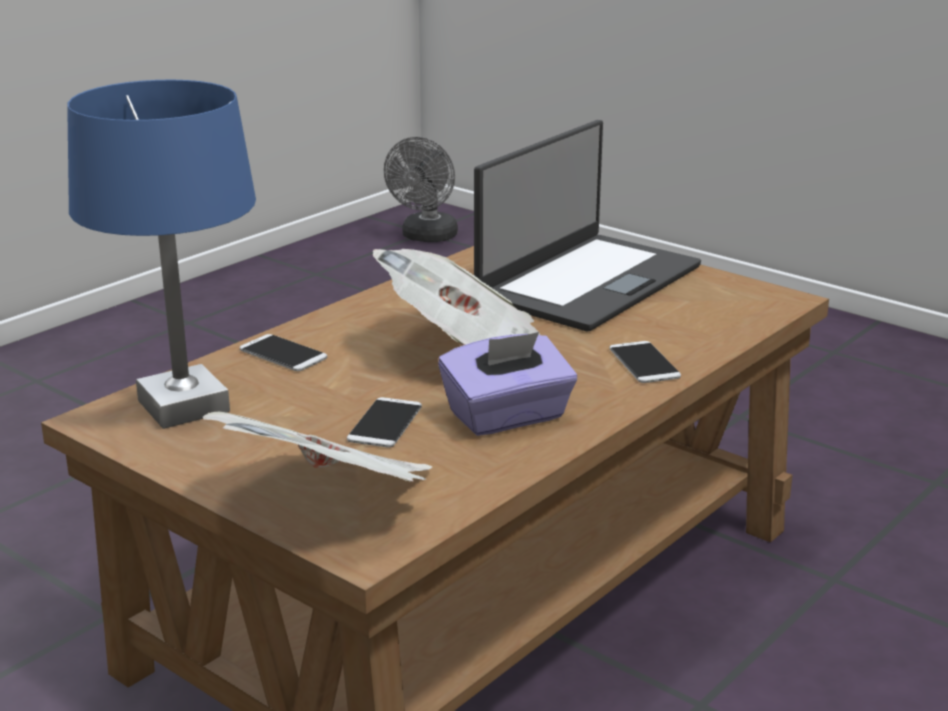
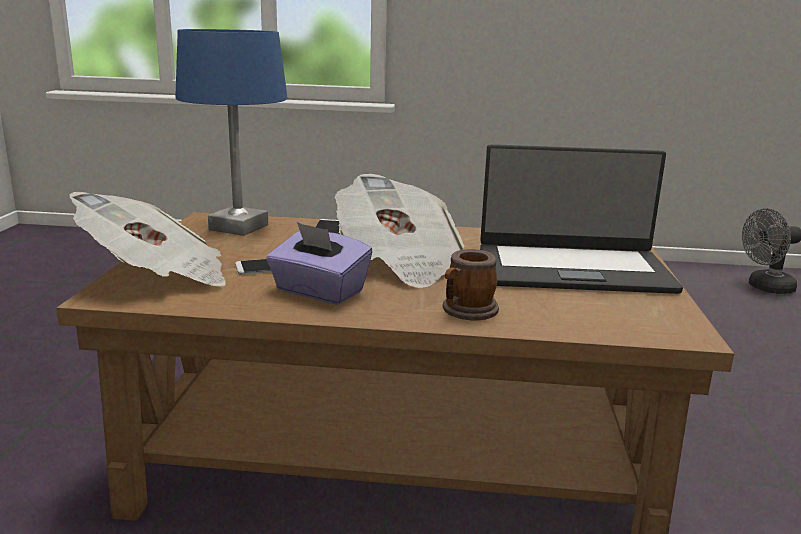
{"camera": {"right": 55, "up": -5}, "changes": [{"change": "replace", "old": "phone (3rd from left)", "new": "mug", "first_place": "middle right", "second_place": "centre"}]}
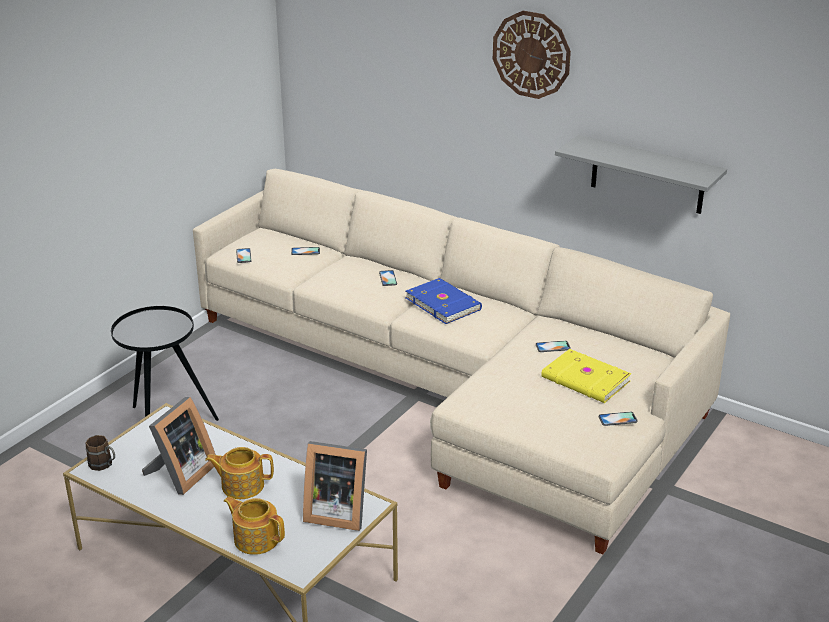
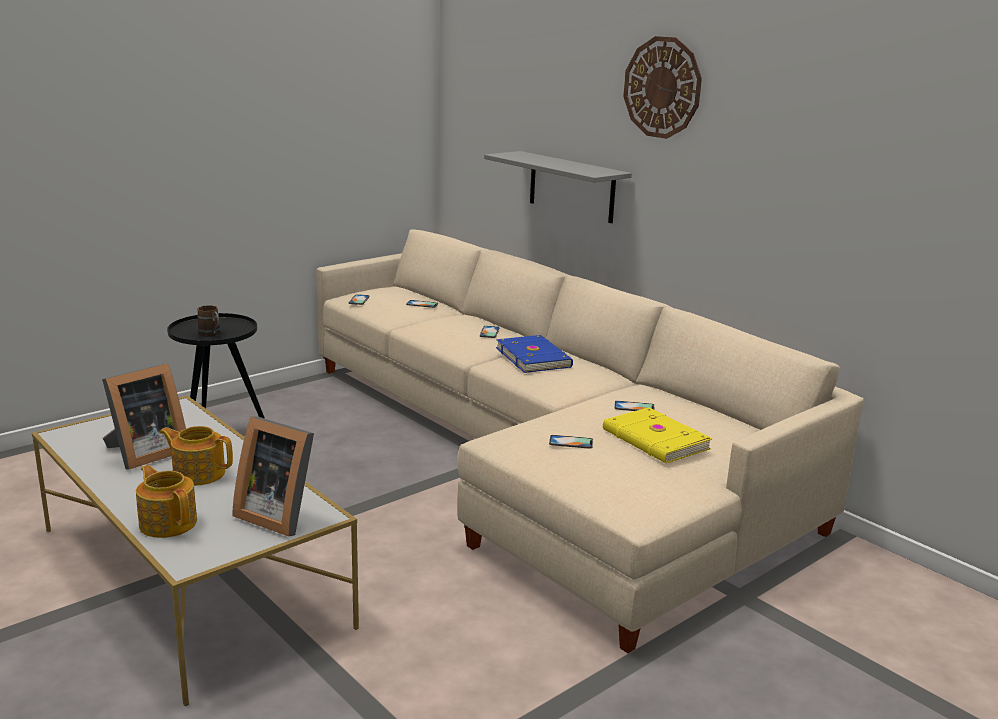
{"camera": {"right": 15, "up": -10}, "changes": [{"change": "move", "old": "mug (brown)", "first_place": "bottom left", "second_place": "middle left"}, {"change": "move", "old": "shelf (grey)", "first_place": "top right", "second_place": "top centre"}, {"change": "move", "old": "phone (5th from left in the first image)", "new": "phone (4th from left)", "first_place": "bottom right", "second_place": "centre"}]}
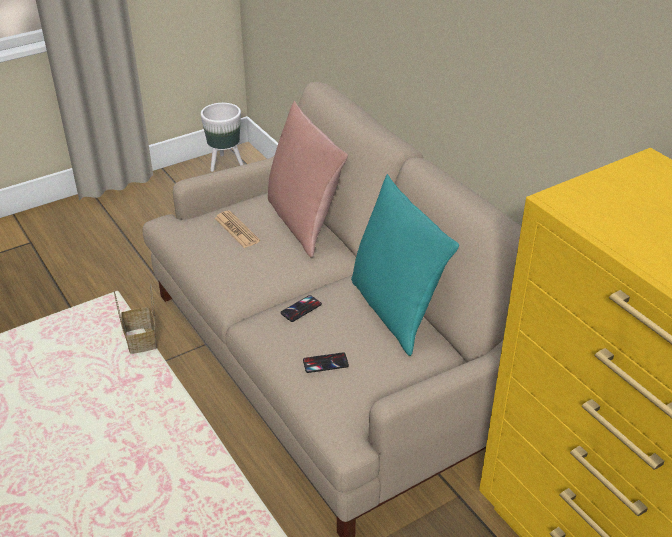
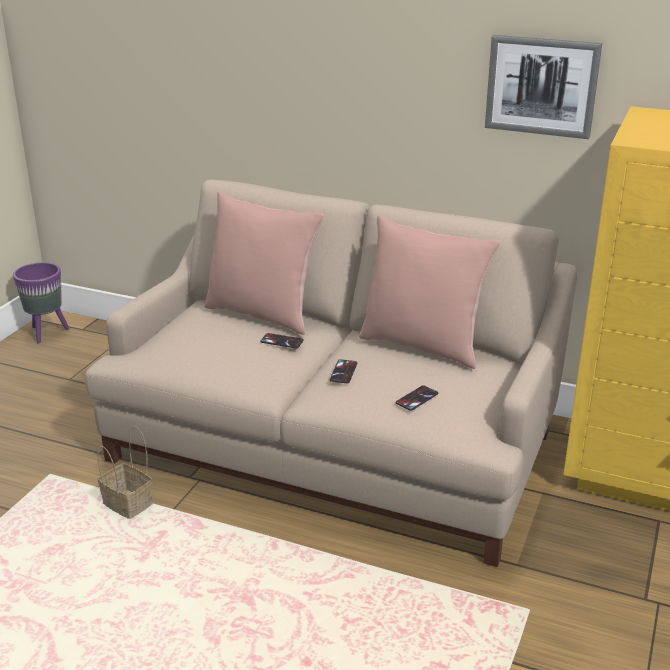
{"camera": {"right": -35, "up": -10}, "changes": [{"change": "delete", "old": "newspaper", "first_place": "centre"}, {"change": "insert", "new": "phone (1st from left)", "second_place": "centre"}, {"change": "insert", "new": "picture", "second_place": "top right"}, {"change": "recolor", "old": "planter (white)", "new": "planter (purple)", "first_place": "top left", "second_place": "middle left"}, {"change": "recolor", "old": "pillow (turquoise)", "new": "pillow (pink) (2nd from left)", "first_place": "centre", "second_place": "centre"}]}
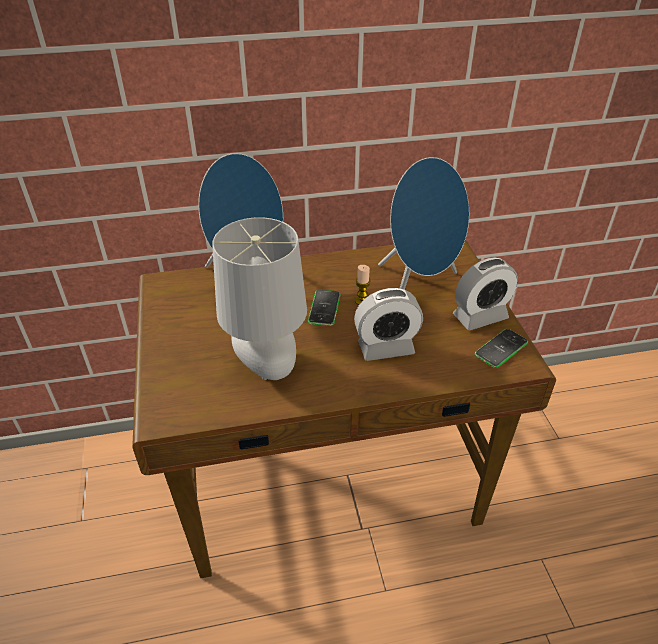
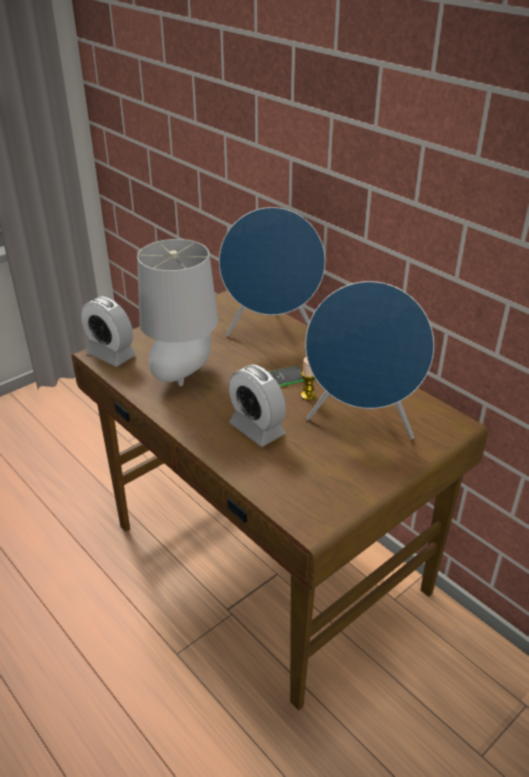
{"camera": {"right": 60, "up": -5}, "changes": [{"change": "delete", "old": "phone (2nd from left)", "first_place": "middle right"}, {"change": "move", "old": "alarm clock (2nd from left in the first image)", "new": "alarm clock (1st from left)", "first_place": "middle right", "second_place": "middle left"}]}
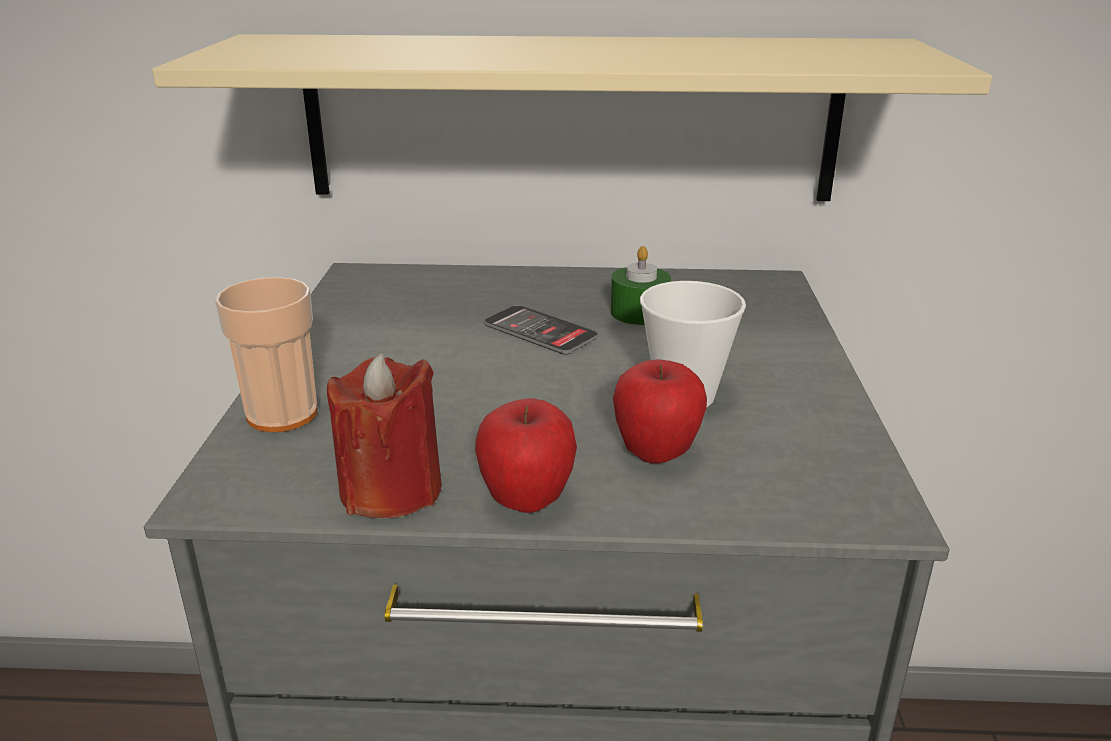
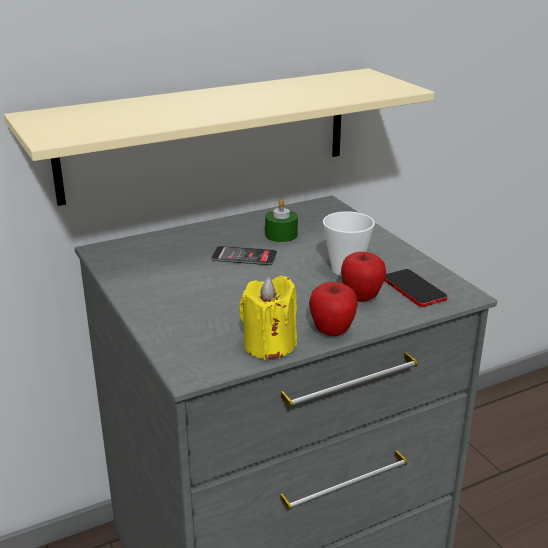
{"camera": {"right": -30, "up": 0}, "changes": [{"change": "delete", "old": "cup (1st from left)", "first_place": "middle left"}, {"change": "insert", "new": "phone (2nd from left)", "second_place": "middle right"}, {"change": "recolor", "old": "candle (red)", "new": "candle (yellow)", "first_place": "centre", "second_place": "centre"}]}
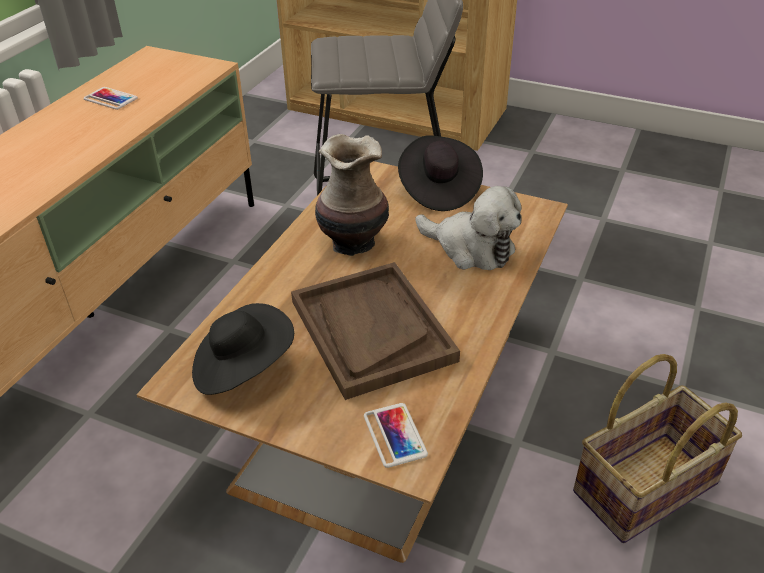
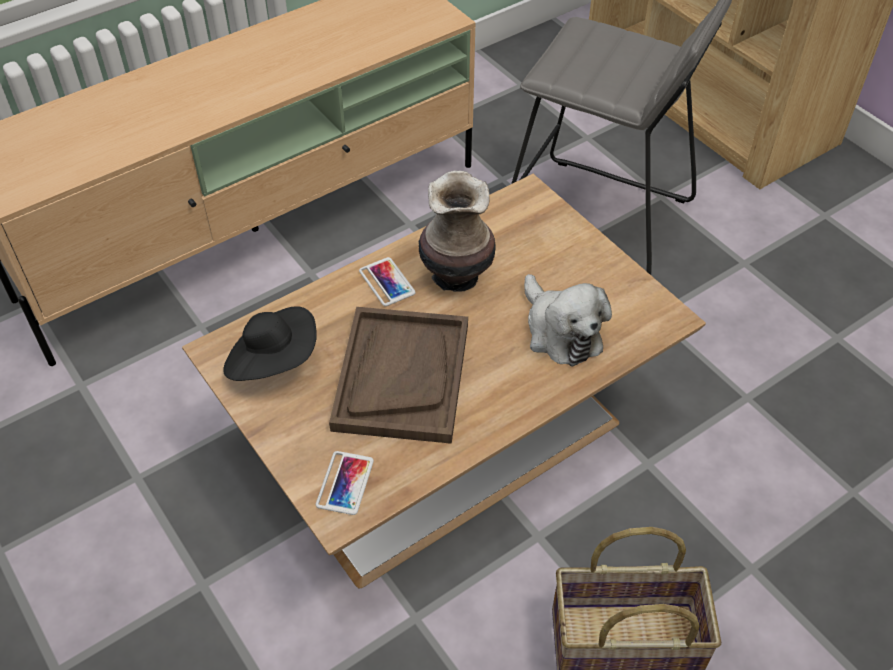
{"camera": {"right": 30, "up": 10}, "changes": [{"change": "delete", "old": "hat (black) (2nd from left)", "first_place": "top centre"}, {"change": "move", "old": "phone (1st from left in the first image)", "new": "phone (2nd from left)", "first_place": "top left", "second_place": "centre"}]}
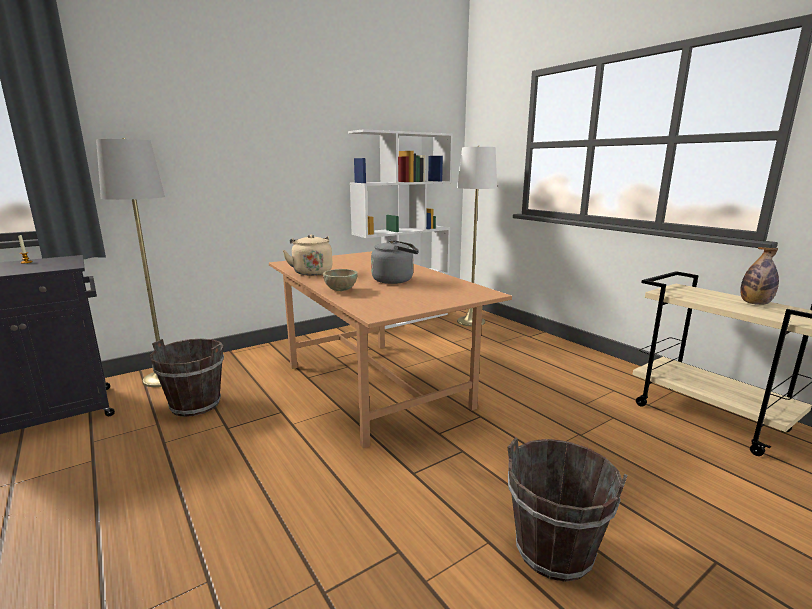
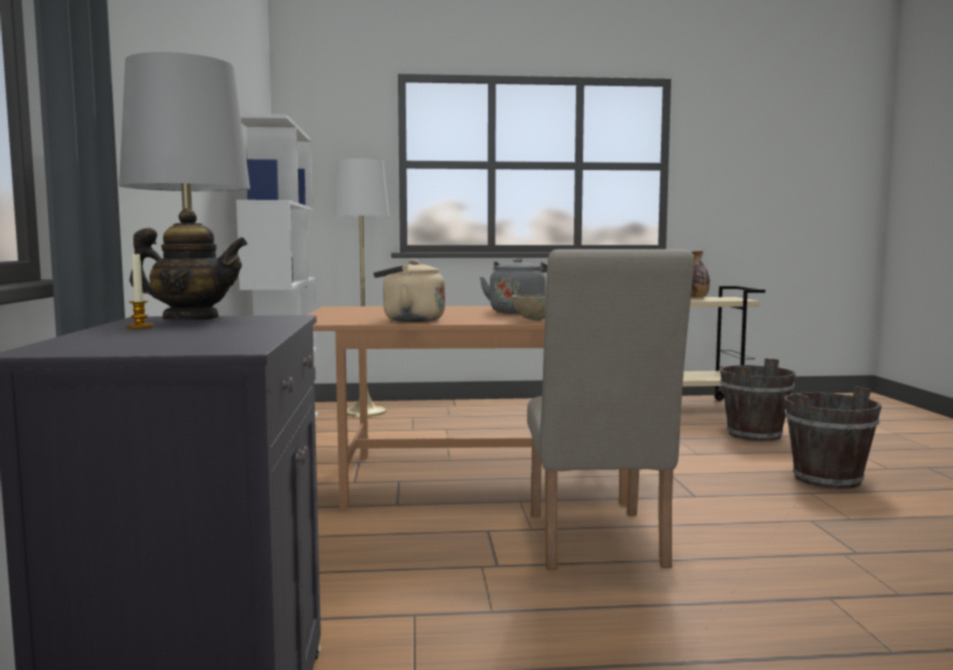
{"camera": {"right": -60, "up": -10}, "changes": [{"change": "insert", "new": "teapot", "second_place": "middle left"}, {"change": "insert", "new": "chair (beige)", "second_place": "centre"}, {"change": "move", "old": "bucket (brown) (1st from left)", "first_place": "middle left", "second_place": "middle right"}]}
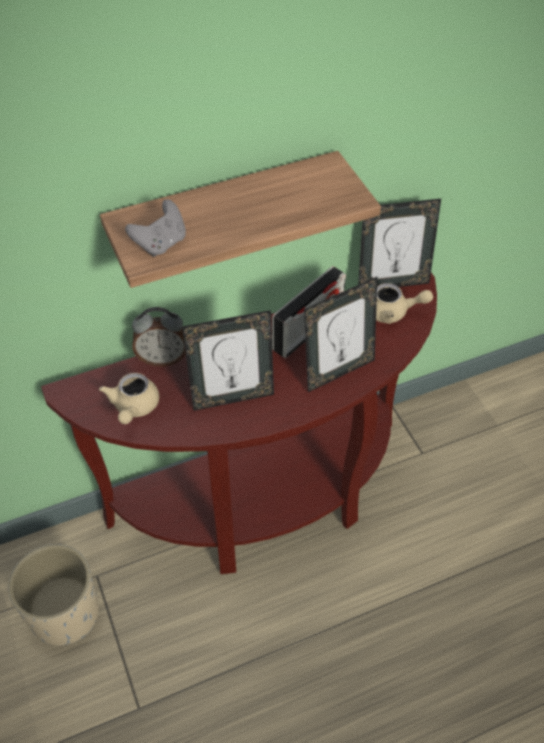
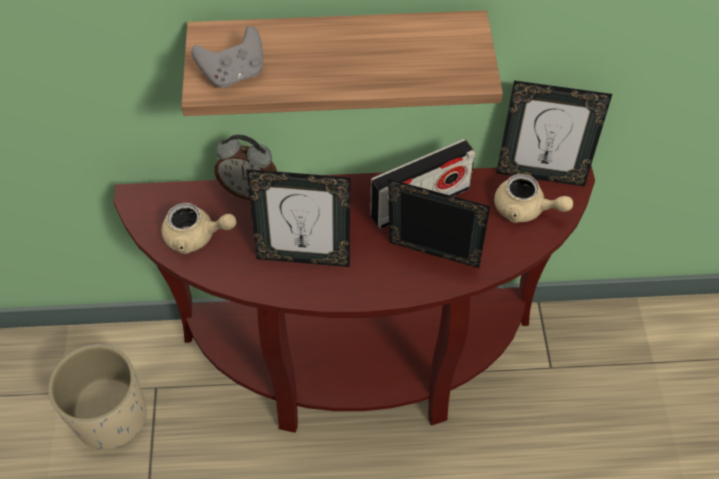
{"camera": {"right": 20, "up": 5}, "changes": [{"change": "rotate", "old": "teapot (beige) (1st from left)", "first_place": "middle left", "second_place": "middle left", "degrees": -105}, {"change": "rotate", "old": "picture frame (2nd from left)", "first_place": "centre", "second_place": "centre", "degrees": -150}]}
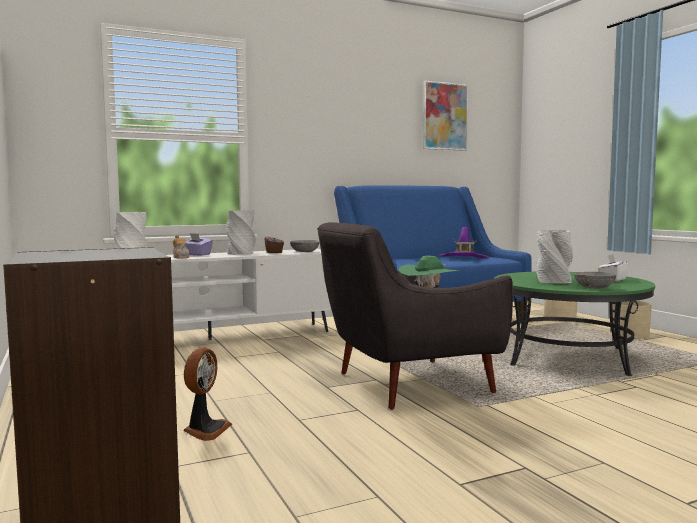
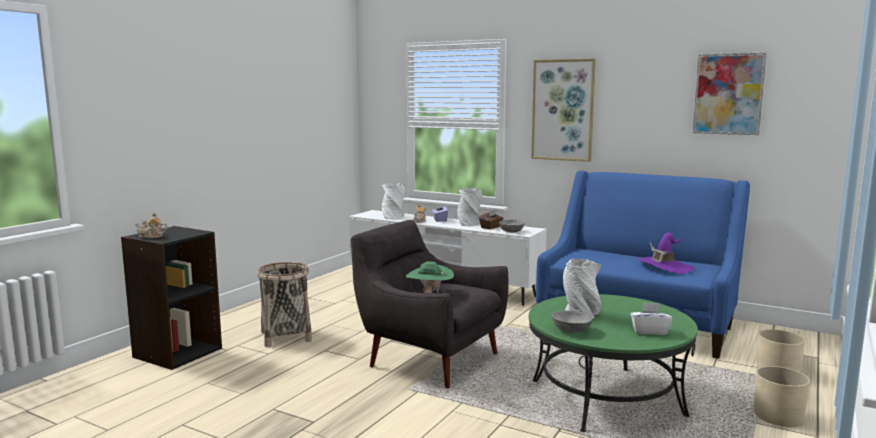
{"camera": {"right": 55, "up": 5}, "changes": [{"change": "insert", "new": "teapot (1st from left)", "second_place": "middle left"}, {"change": "insert", "new": "picture (1st from left)", "second_place": "top centre"}, {"change": "replace", "old": "fan", "new": "basket", "first_place": "bottom left", "second_place": "bottom left"}]}
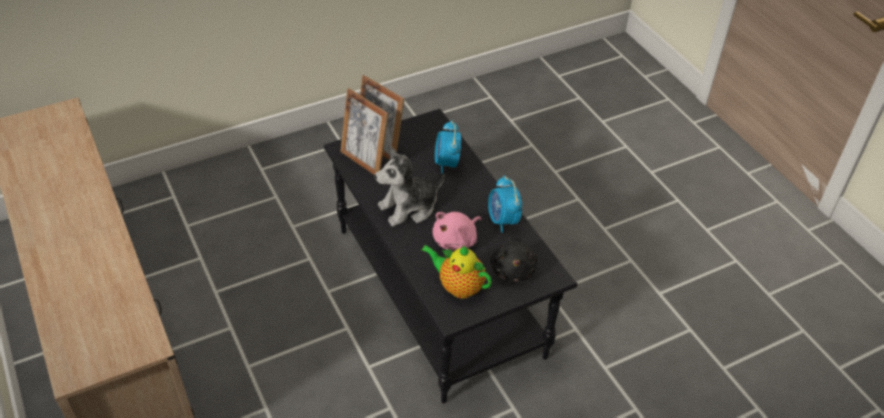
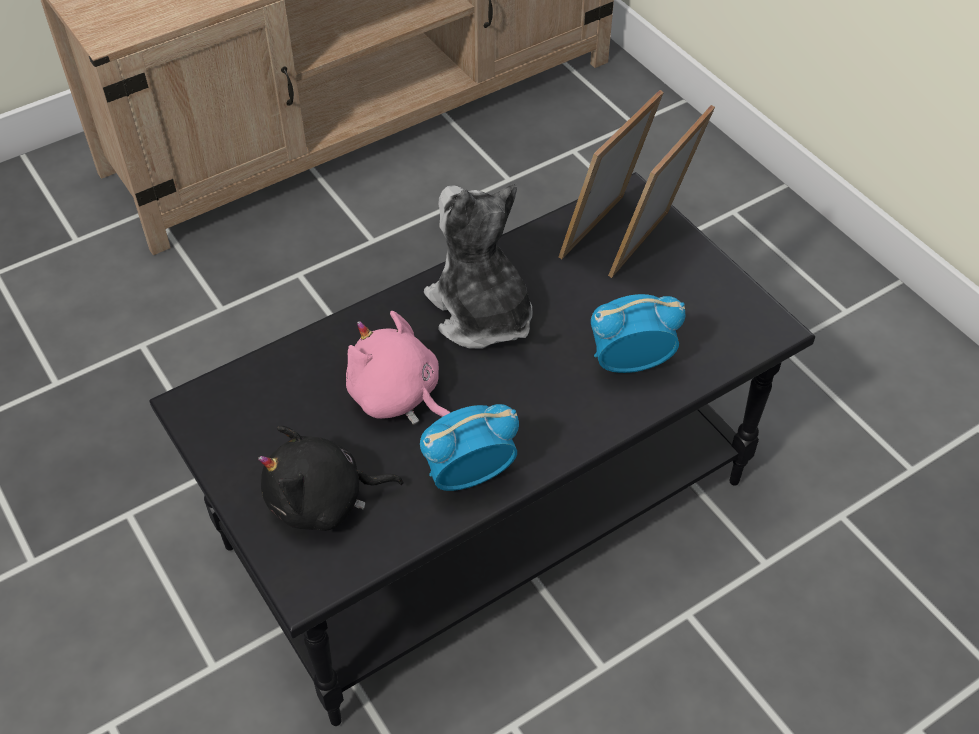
{"camera": {"right": 85, "up": 5}, "changes": [{"change": "delete", "old": "teapot", "first_place": "centre"}]}
